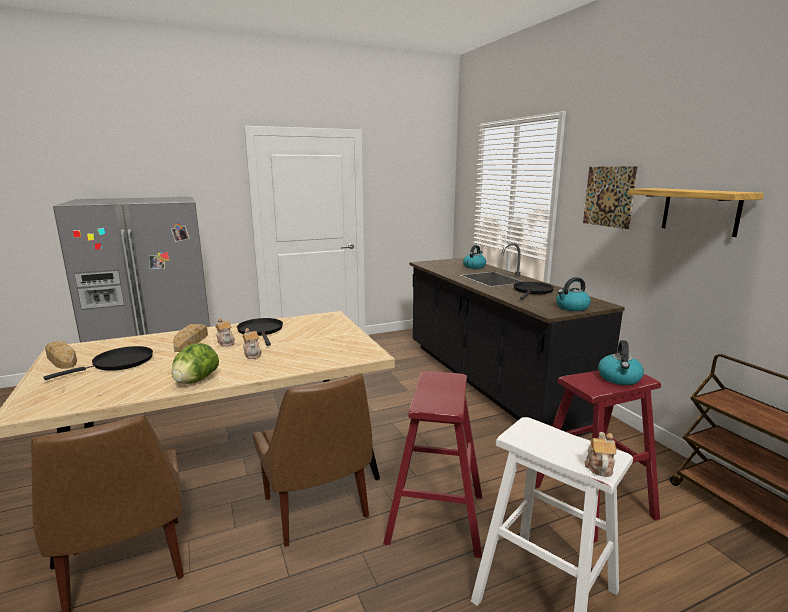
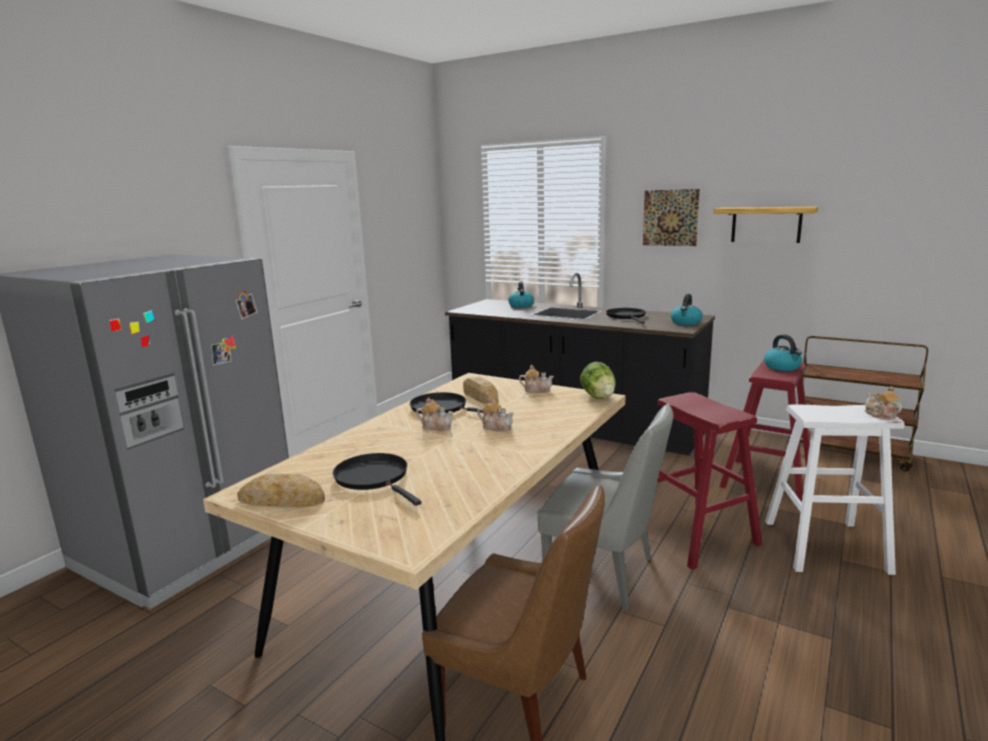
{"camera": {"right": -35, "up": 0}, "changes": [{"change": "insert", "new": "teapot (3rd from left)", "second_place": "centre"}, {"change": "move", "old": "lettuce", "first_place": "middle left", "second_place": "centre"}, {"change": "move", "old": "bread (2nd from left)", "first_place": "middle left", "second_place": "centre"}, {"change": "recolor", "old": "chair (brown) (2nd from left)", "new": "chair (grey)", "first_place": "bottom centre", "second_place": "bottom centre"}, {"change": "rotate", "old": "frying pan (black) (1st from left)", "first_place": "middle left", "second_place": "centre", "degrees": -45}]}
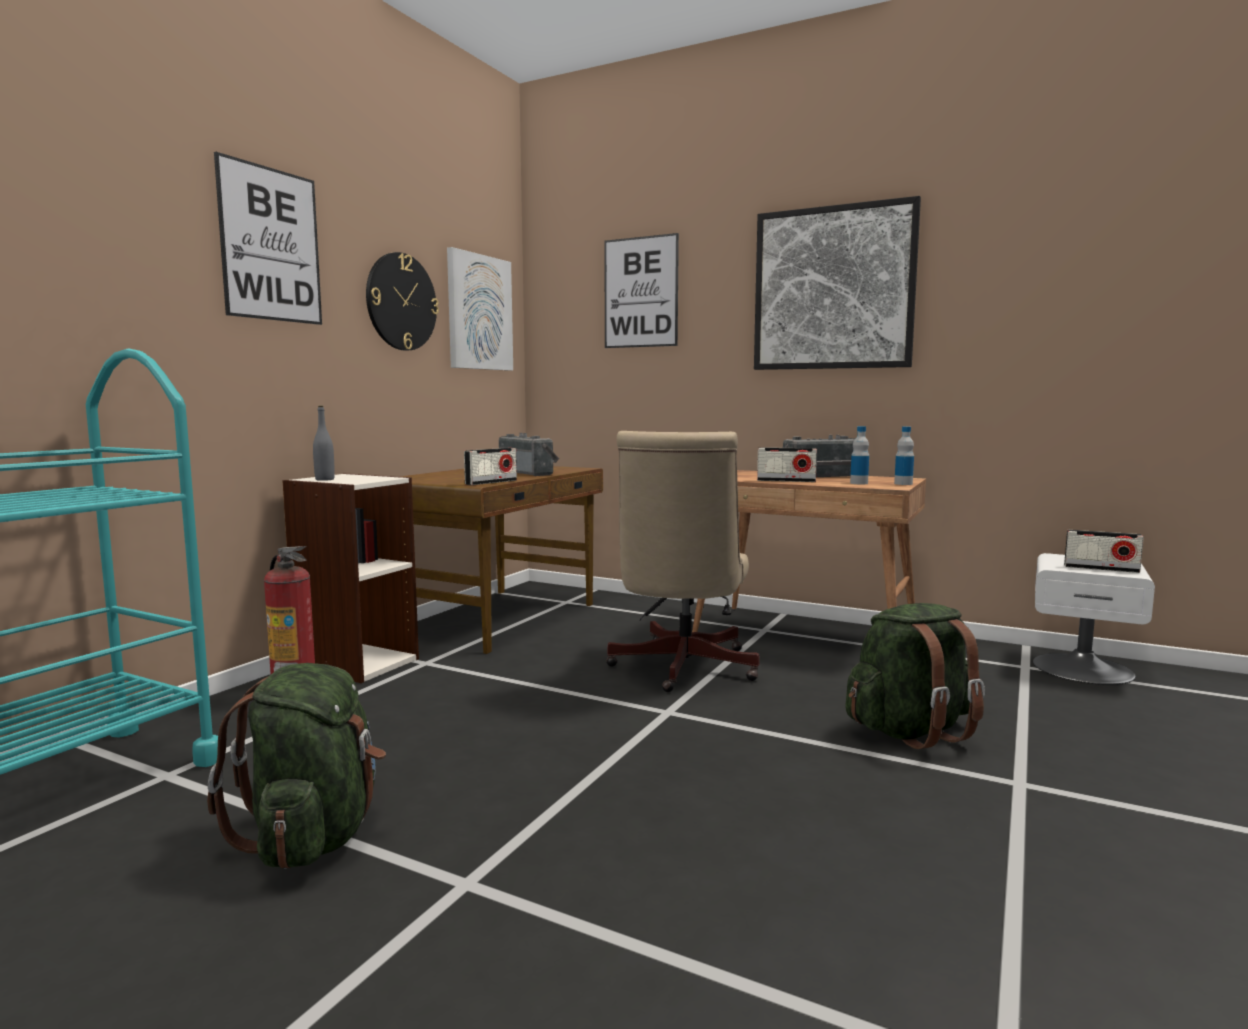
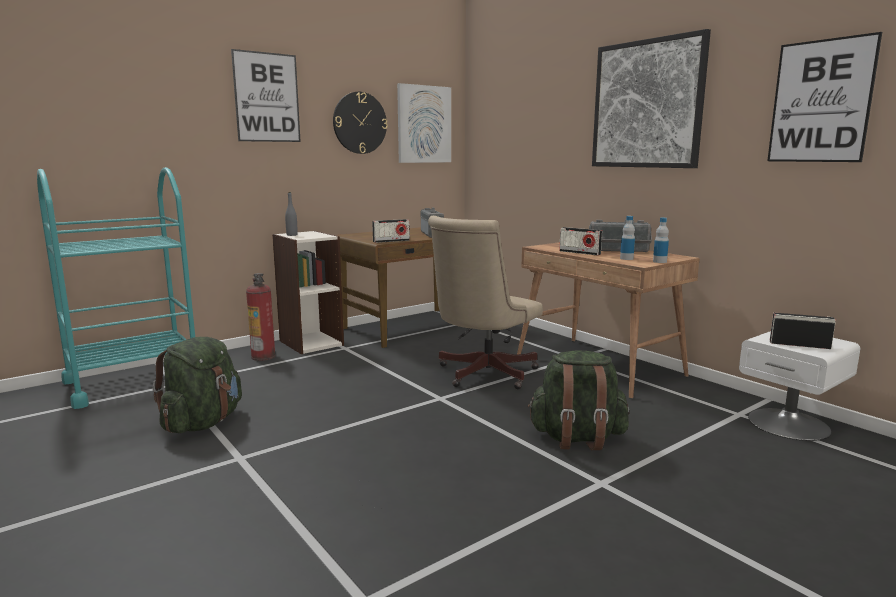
{"camera": {"right": 25, "up": 5}, "changes": [{"change": "move", "old": "picture (3rd from left in the first image)", "new": "picture (4th from left)", "first_place": "top centre", "second_place": "top right"}, {"change": "rotate", "old": "radio (5th from left)", "first_place": "middle right", "second_place": "middle right", "degrees": 150}]}
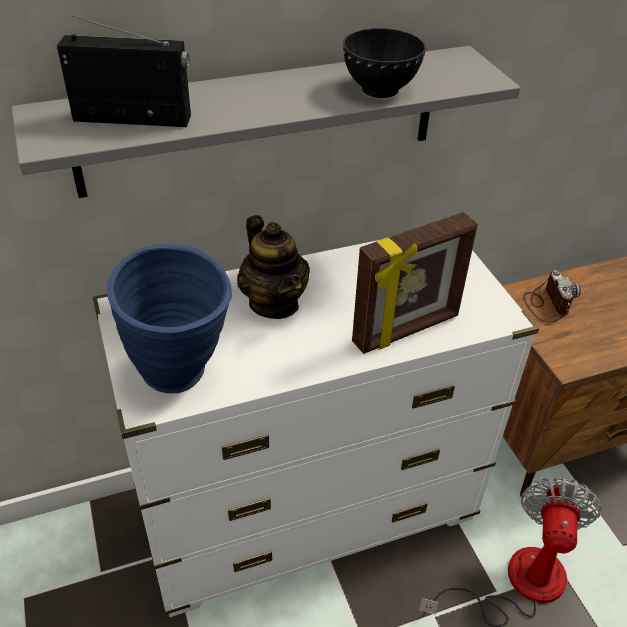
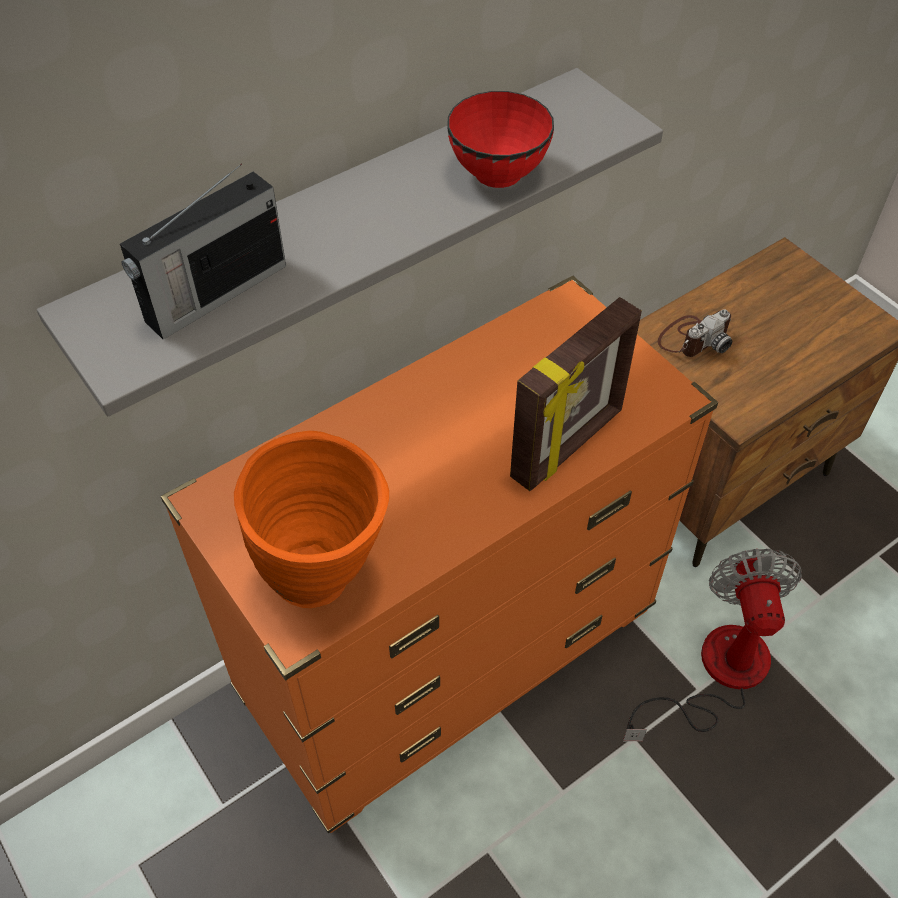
{"camera": {"right": -15, "up": 10}, "changes": [{"change": "delete", "old": "teapot", "first_place": "centre"}, {"change": "recolor", "old": "dresser (white)", "new": "dresser (orange)", "first_place": "bottom centre", "second_place": "centre"}, {"change": "recolor", "old": "vase (blue)", "new": "vase (orange)", "first_place": "middle left", "second_place": "centre"}, {"change": "recolor", "old": "bowl (black)", "new": "bowl (red)", "first_place": "top centre", "second_place": "top centre"}, {"change": "rotate", "old": "radio", "first_place": "top left", "second_place": "top left", "degrees": 150}, {"change": "rotate", "old": "photo camera", "first_place": "middle right", "second_place": "middle right", "degrees": 75}]}
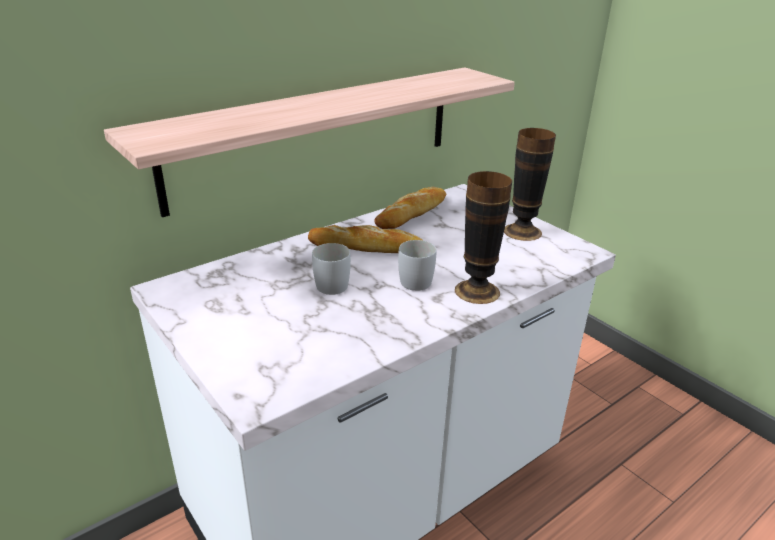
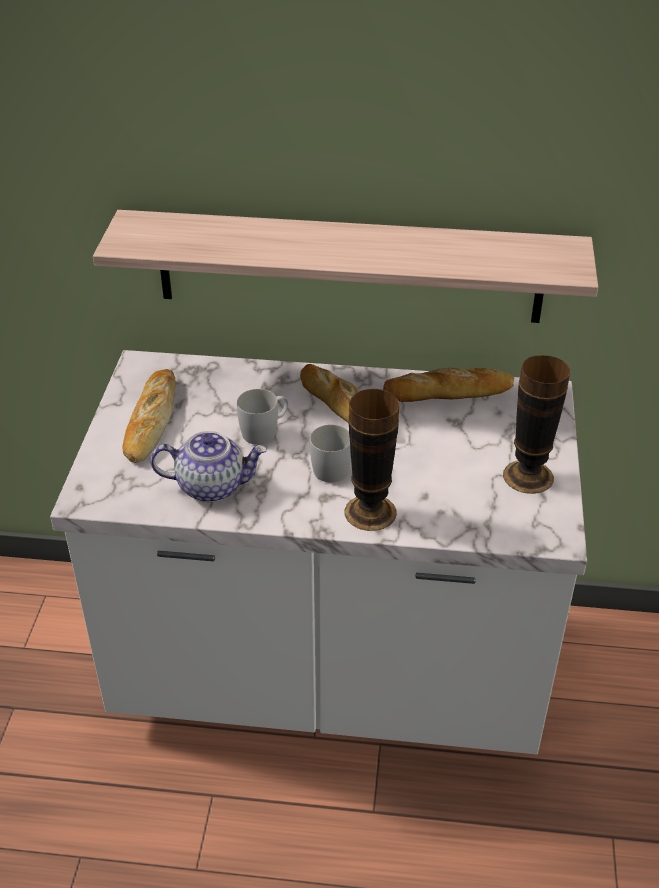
{"camera": {"right": 45, "up": 10}, "changes": [{"change": "insert", "new": "bread (1st from left)", "second_place": "middle left"}, {"change": "insert", "new": "teapot", "second_place": "middle left"}]}
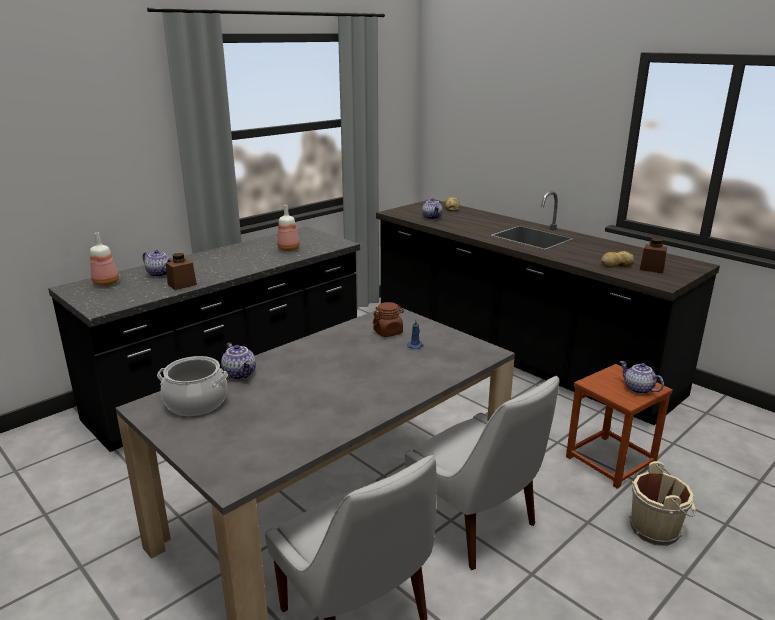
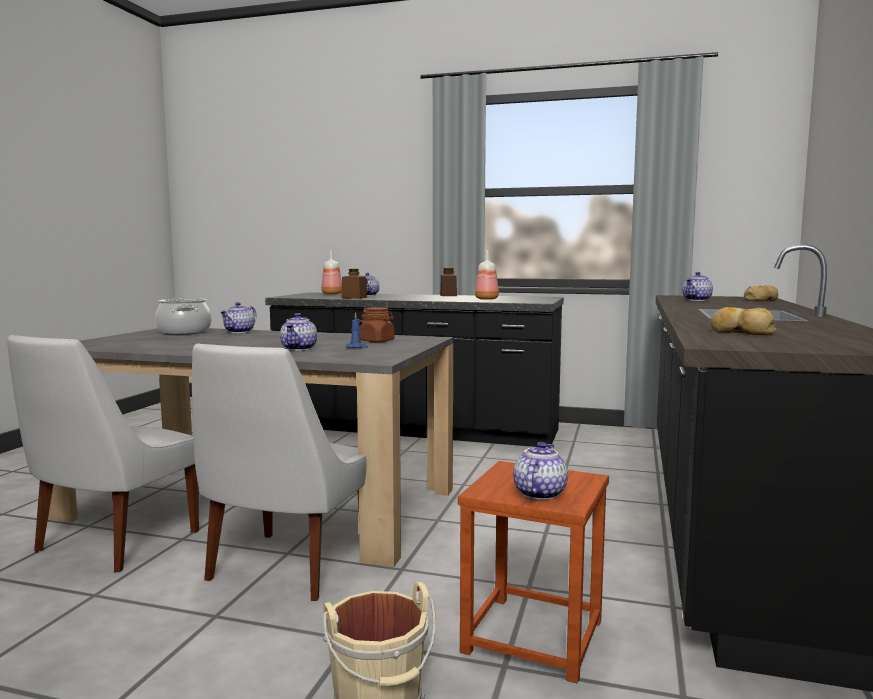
{"camera": {"right": 60, "up": -15}, "changes": [{"change": "insert", "new": "teapot (2nd from left)", "second_place": "centre"}, {"change": "move", "old": "jar (brown) (3rd from left)", "first_place": "middle right", "second_place": "centre"}]}
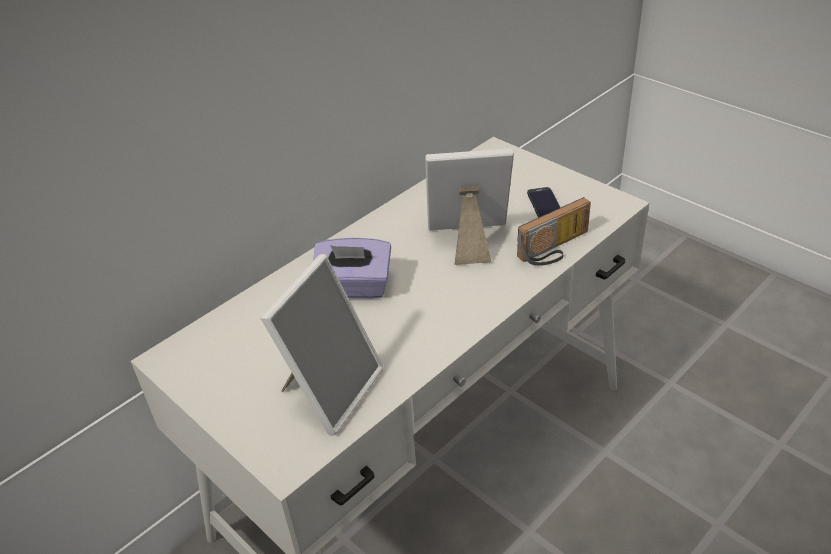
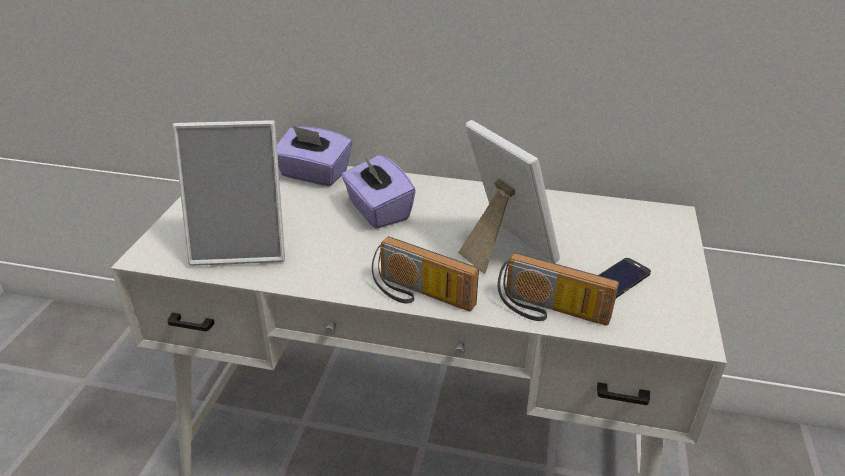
{"camera": {"right": 55, "up": -5}, "changes": [{"change": "insert", "new": "tissue box (purple) (1st from left)", "second_place": "top centre"}, {"change": "insert", "new": "radio (1st from left)", "second_place": "centre"}]}
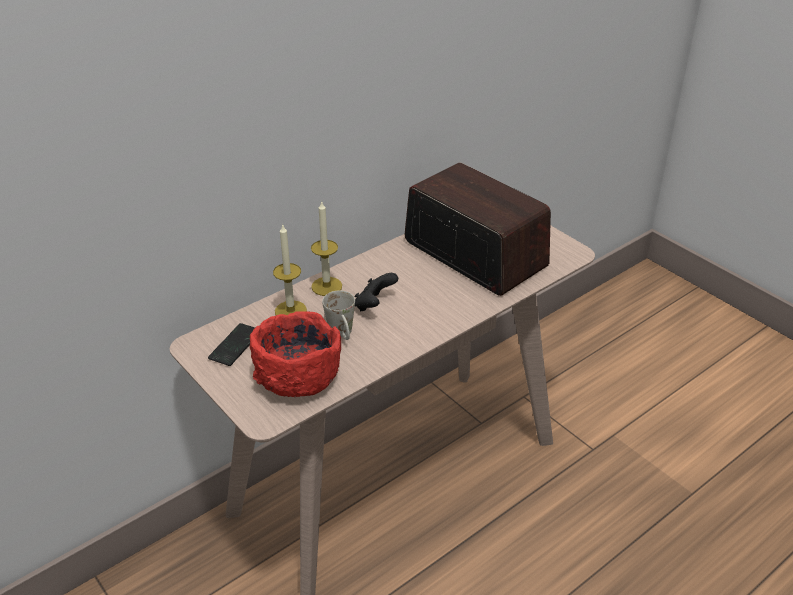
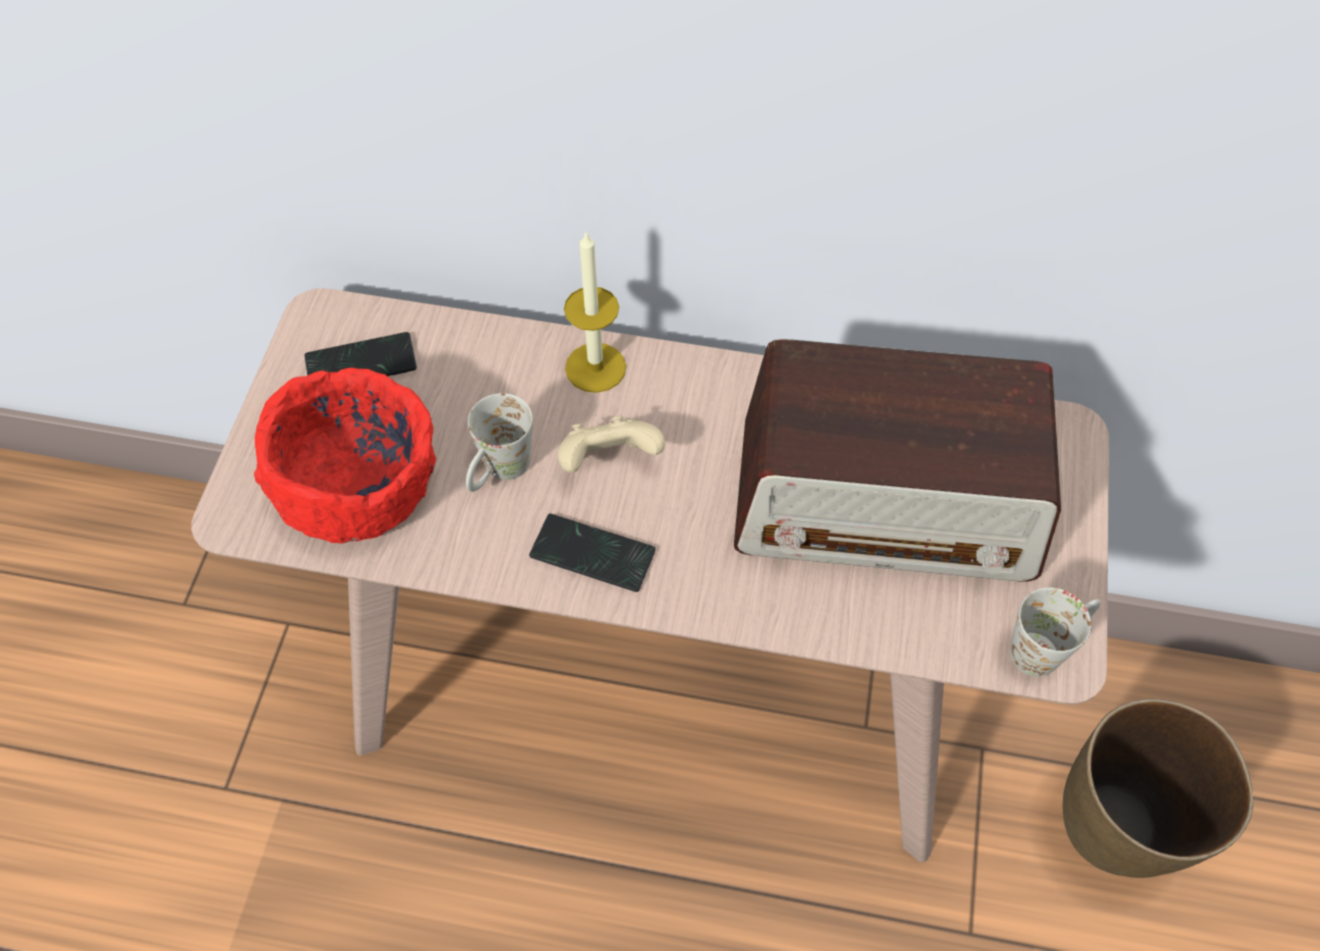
{"camera": {"right": 50, "up": 20}, "changes": [{"change": "delete", "old": "candle (1st from left)", "first_place": "centre"}, {"change": "insert", "new": "phone (2nd from left)", "second_place": "centre"}, {"change": "insert", "new": "mug (white) (2nd from left)", "second_place": "middle right"}, {"change": "insert", "new": "vase (brown)", "second_place": "bottom right"}, {"change": "recolor", "old": "game controller (black)", "new": "game controller (beige)", "first_place": "centre", "second_place": "centre"}, {"change": "rotate", "old": "radio", "first_place": "centre", "second_place": "middle right", "degrees": 90}]}
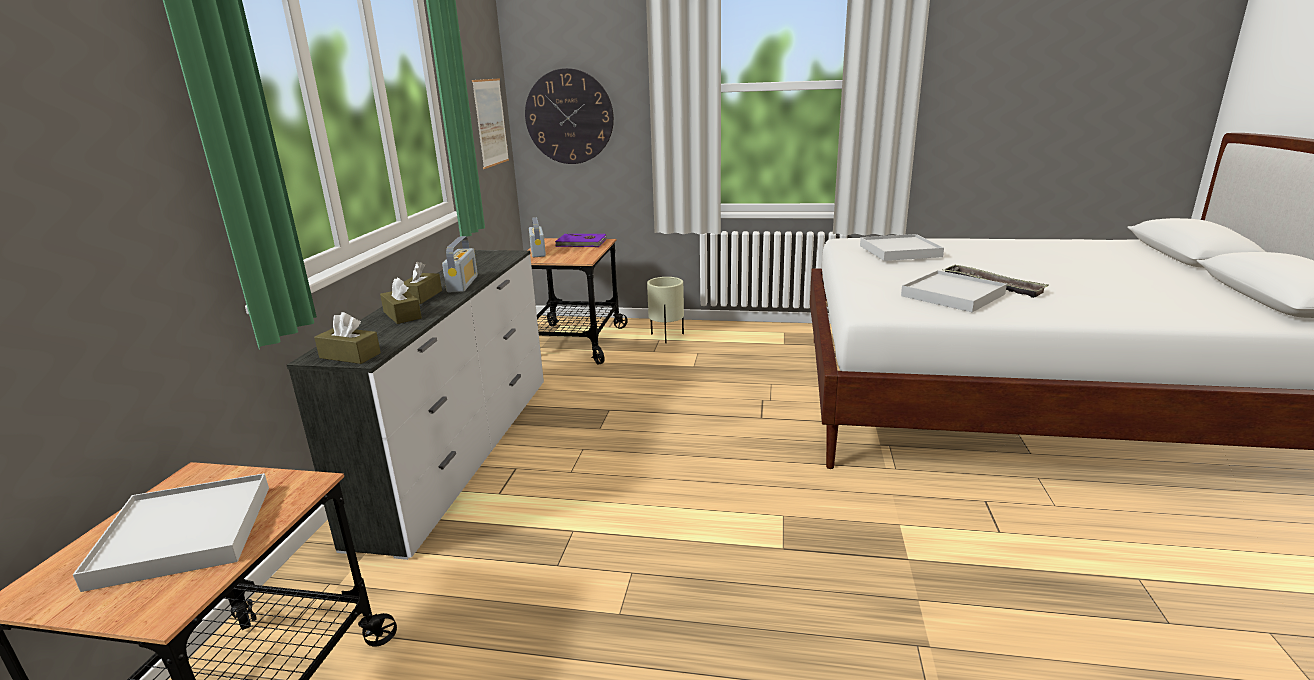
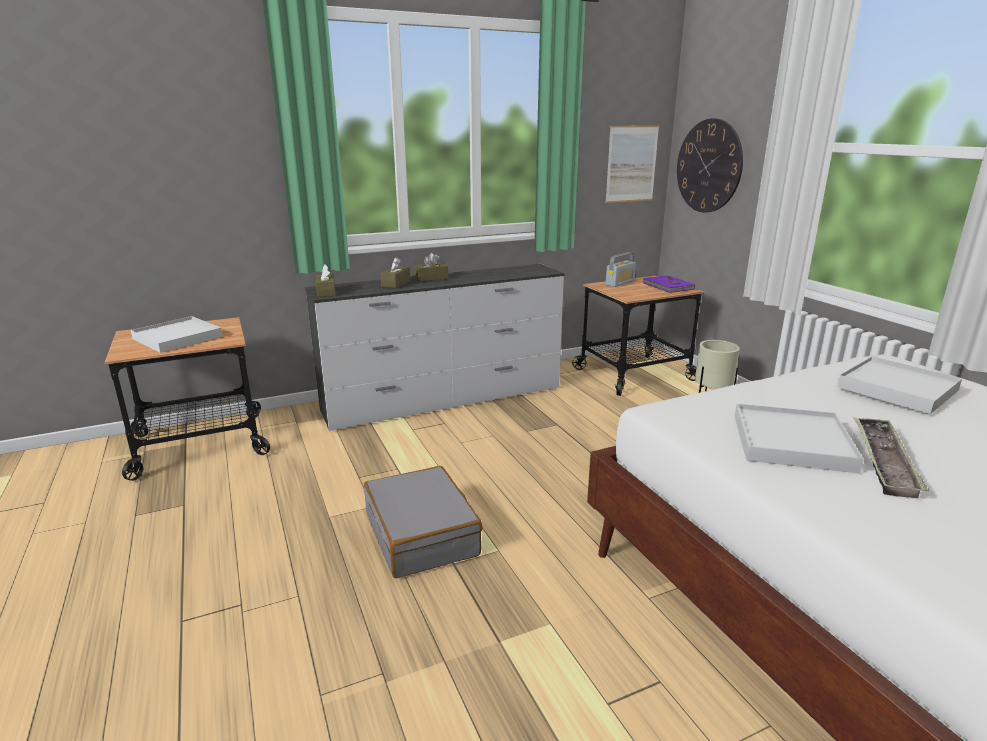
{"camera": {"right": 55, "up": 0}, "changes": [{"change": "delete", "old": "radio (1st from left)", "first_place": "centre"}, {"change": "insert", "new": "suitcase (grey)", "second_place": "bottom centre"}]}
